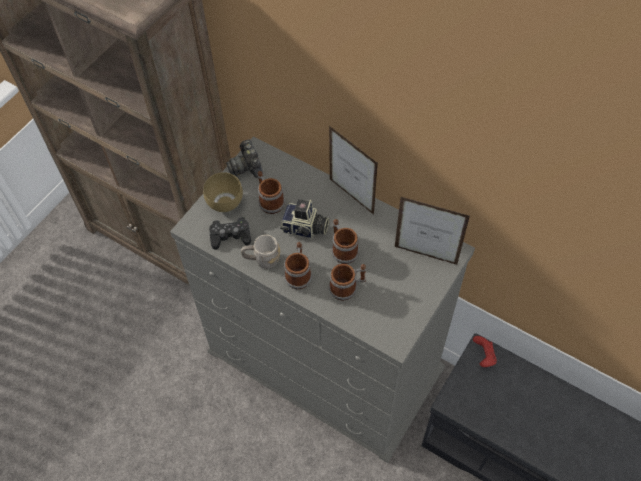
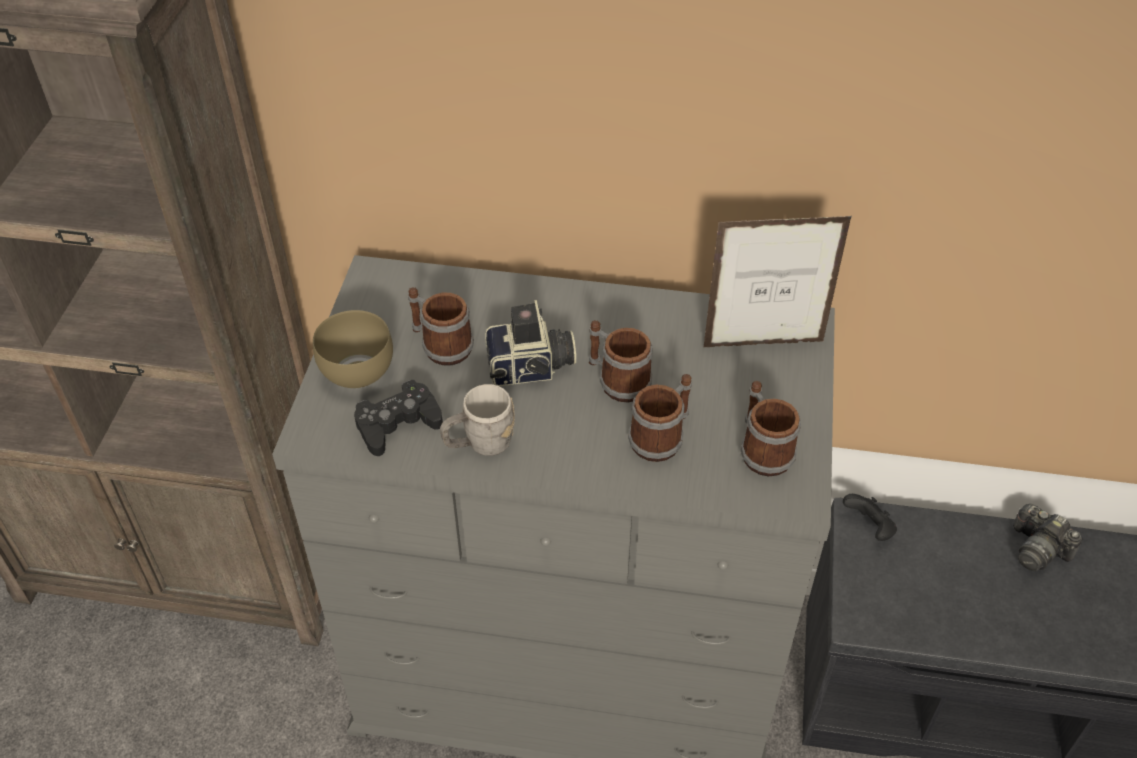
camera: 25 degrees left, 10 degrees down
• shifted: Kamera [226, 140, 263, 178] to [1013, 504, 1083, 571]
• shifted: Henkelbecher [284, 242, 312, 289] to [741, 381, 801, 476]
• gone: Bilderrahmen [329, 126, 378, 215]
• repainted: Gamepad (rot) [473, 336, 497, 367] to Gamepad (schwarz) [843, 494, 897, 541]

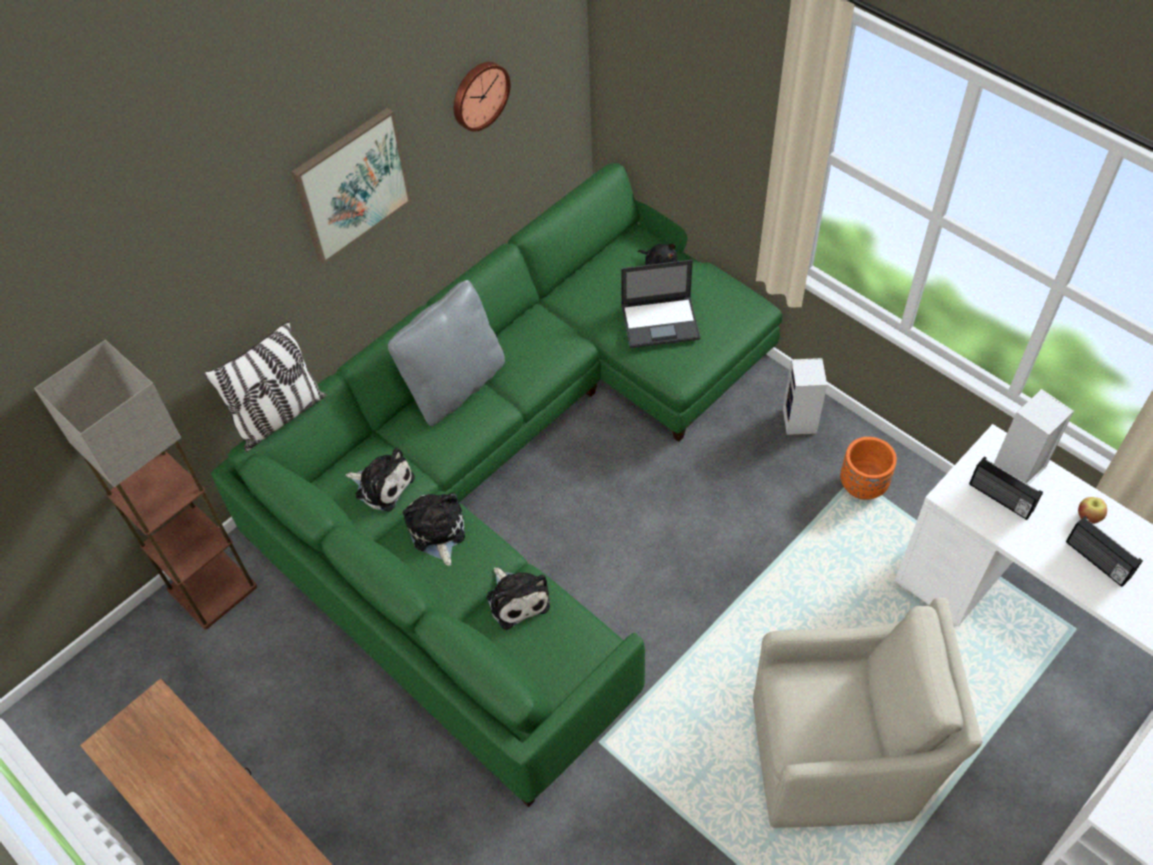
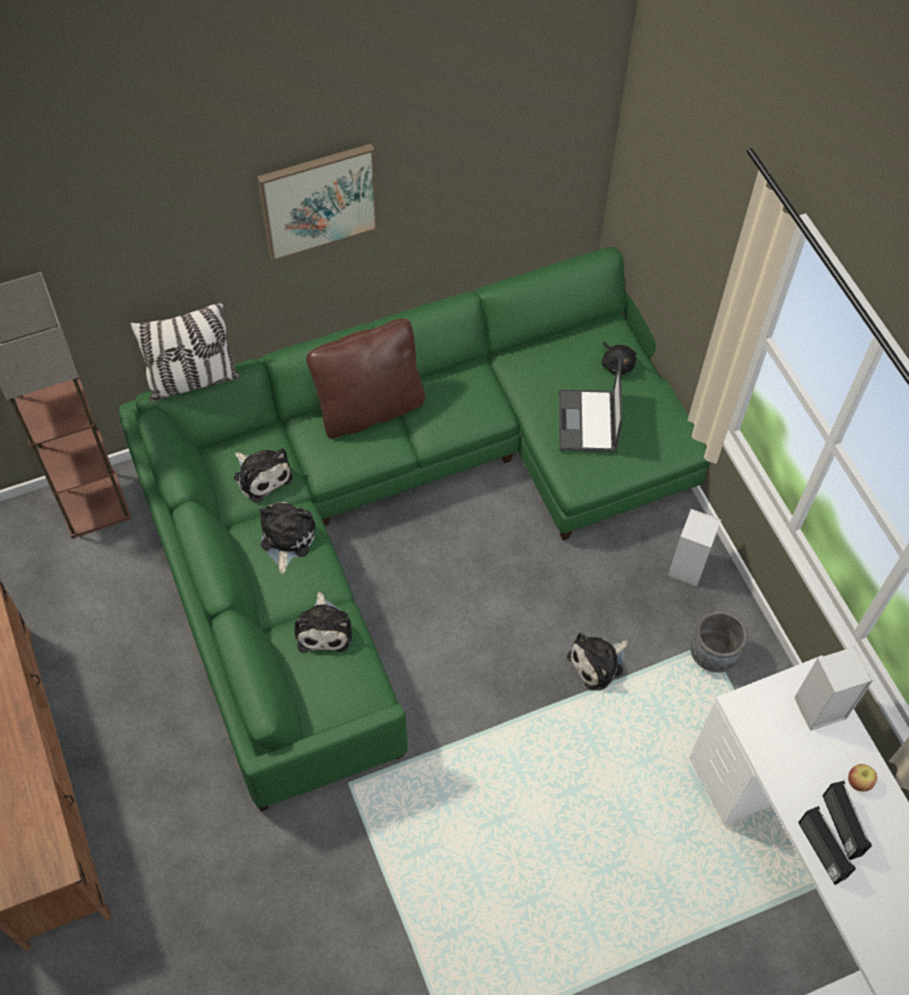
camera: 20 degrees right, 5 degrees up
• repainted: Kissen (grau) [388, 280, 505, 426] to Kissen (braun) [306, 318, 425, 439]
• gone: Wanduhr [454, 62, 510, 132]
• rotated: Laptop [621, 260, 700, 348] = [559, 359, 623, 452] 75 degrees clockwise
• gone: Sessel (beige) [753, 597, 982, 828]
• repainted: Pflanzkübel (orange) [840, 437, 897, 500] to Pflanzkübel (grau) [690, 610, 748, 673]
• shifted: Radio [969, 457, 1043, 520] to [798, 806, 856, 885]
• new: Plüschtier [567, 633, 628, 690]

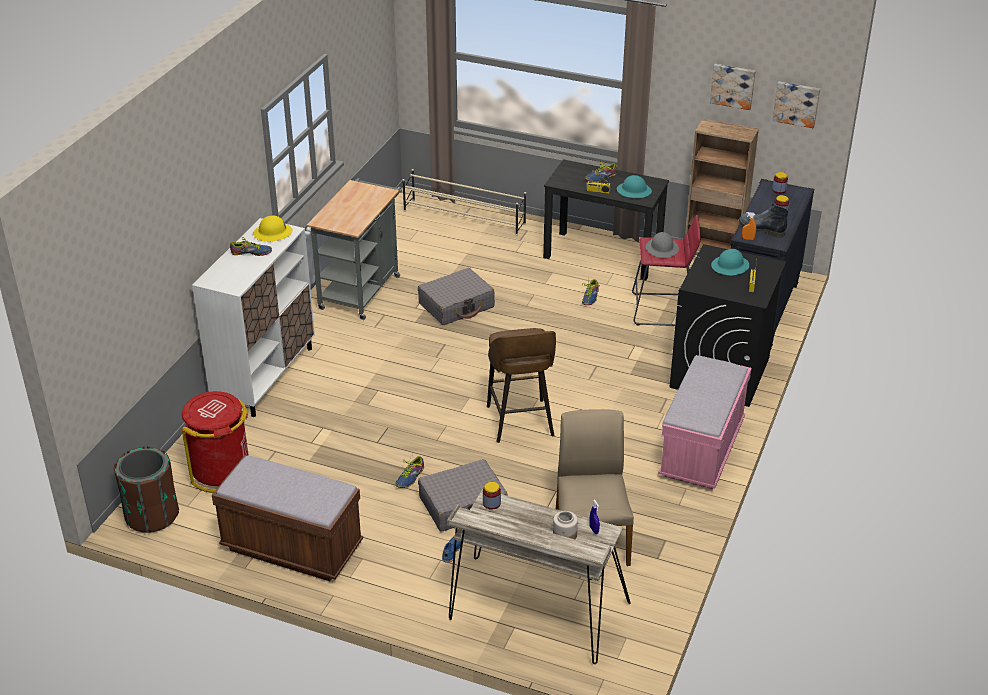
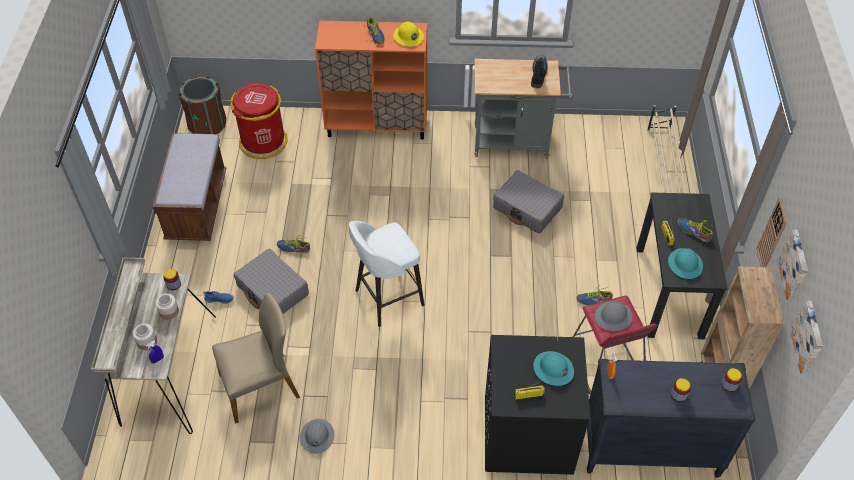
camera: 70 degrees right, 15 degrees up
• repainted: Schrank (weiß) [192, 218, 315, 417] to Schrank (orange) [315, 21, 427, 140]
• repainted: Hocker (braun) [487, 328, 556, 443] to Hocker (weiß) [349, 221, 425, 327]
• gone: Bank (rosa) [658, 355, 751, 489]
• shifted: Stiefel [739, 204, 788, 238] to [531, 55, 548, 88]
• new: Vorratsglas [155, 293, 179, 320]
• new: Schutzhelm (grau) [300, 419, 335, 454]
• new: Wanduhr [757, 198, 787, 267]

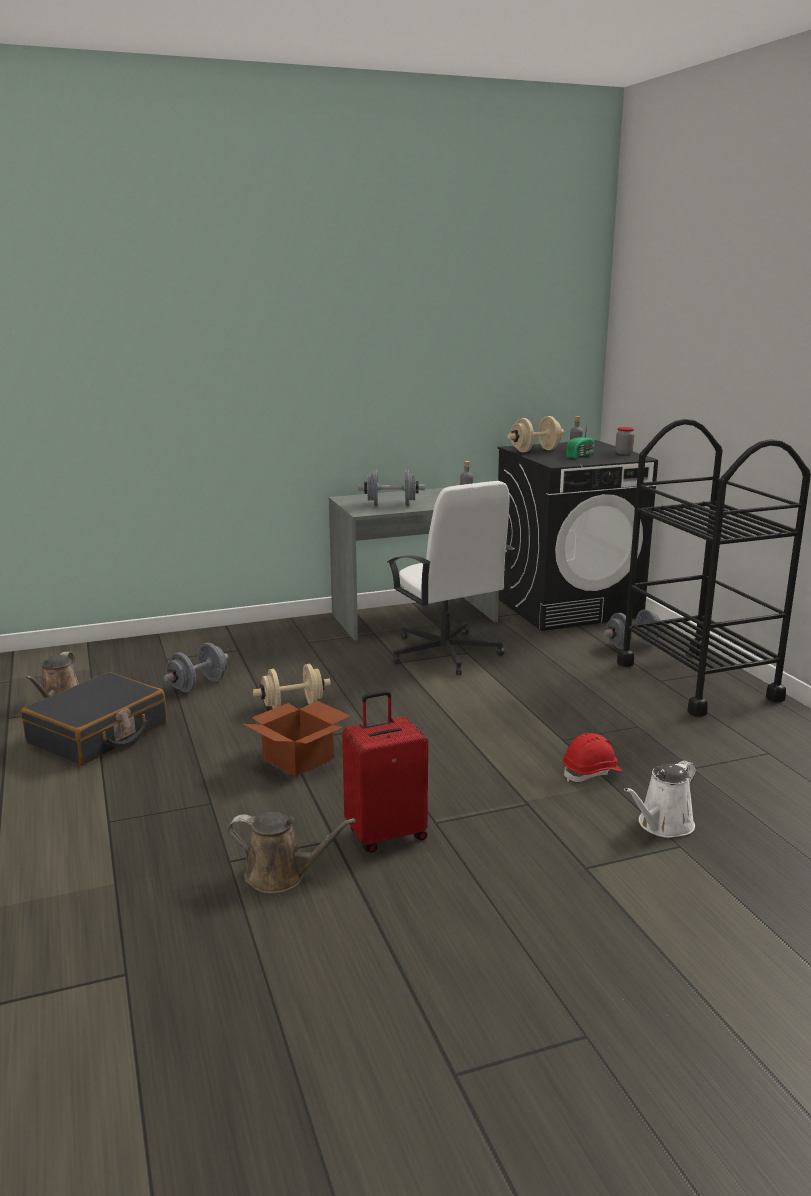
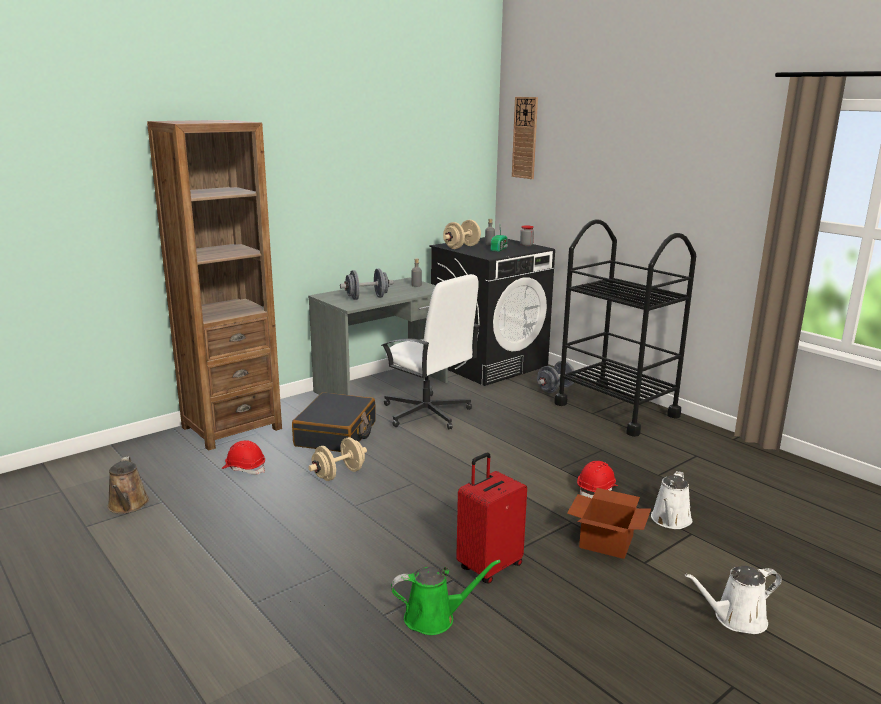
camera: 20 degrees left, 0 degrees up
• shifted: Koffer (schwarz) [21, 672, 167, 766] to [292, 392, 376, 452]
• swapped: Hantel (grau) [164, 643, 229, 692] to Schutzhelm (rot) [222, 440, 265, 475]
• repainted: Gießkanne (braun) [228, 812, 356, 894] to Gießkanne (grün) [391, 560, 500, 635]
• shifted: Karton [243, 701, 350, 777] to [567, 488, 651, 559]
• new: Bücherregal (braun) [147, 120, 282, 451]
• new: Wanduhr [512, 97, 538, 179]
• new: Gießkanne (weiß) [685, 566, 782, 634]

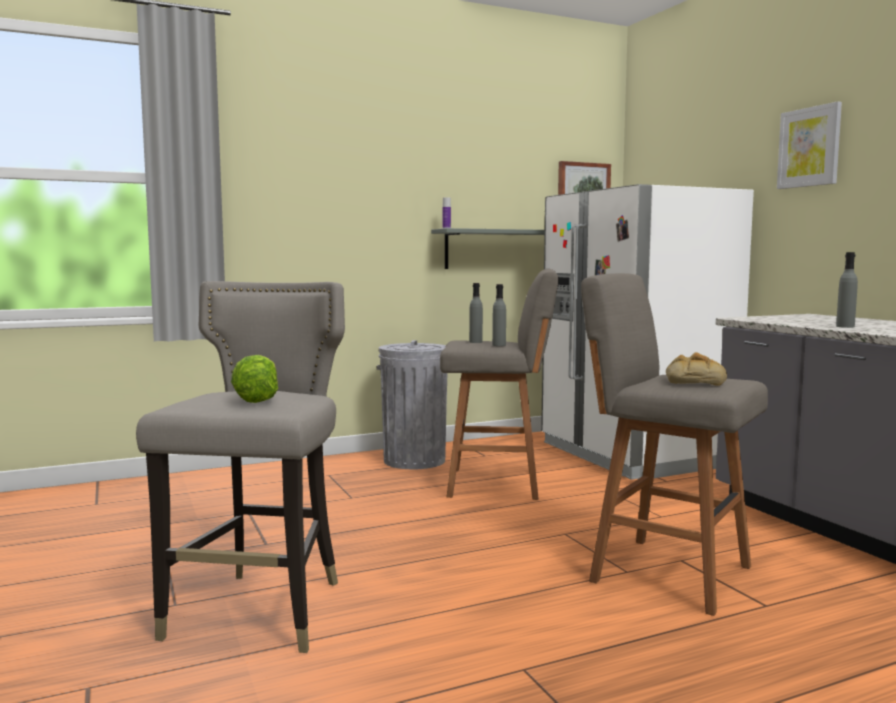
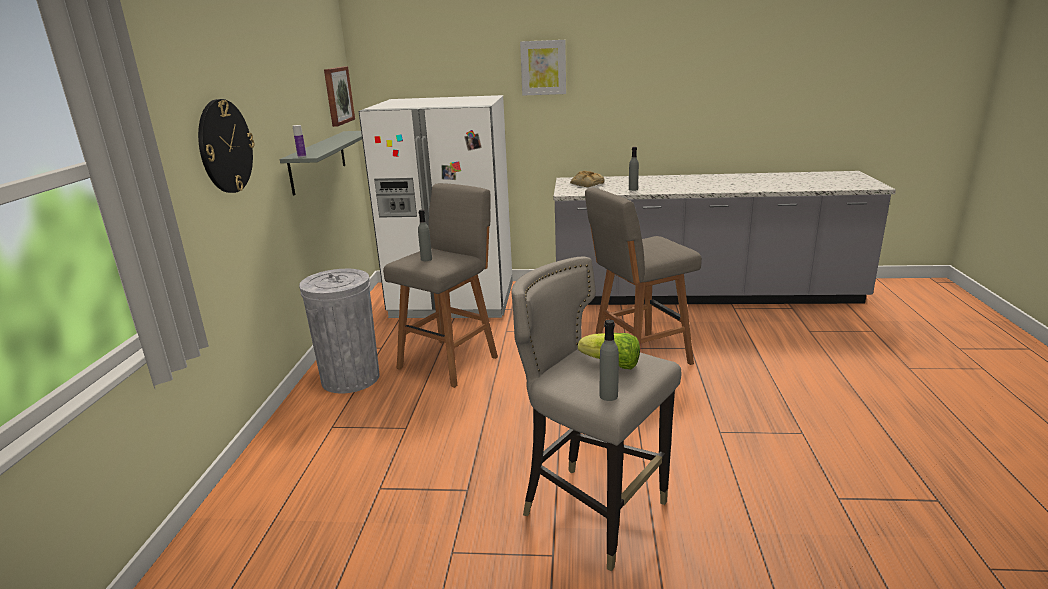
camera: 60 degrees left, 15 degrees up
• shifted: Flasche (grau) [492, 284, 506, 346] to [599, 320, 619, 401]
• shifted: Brot [666, 352, 727, 386] to [570, 171, 605, 187]
• new: Wanduhr [198, 99, 254, 193]

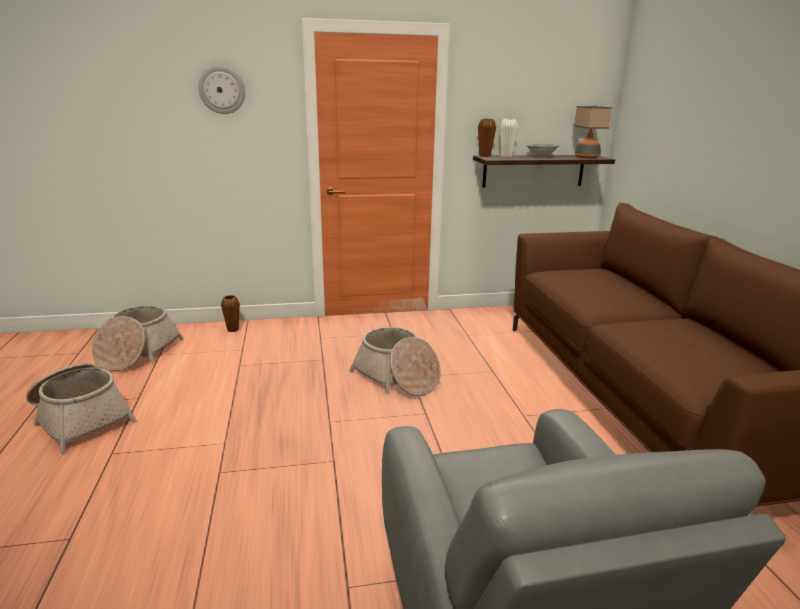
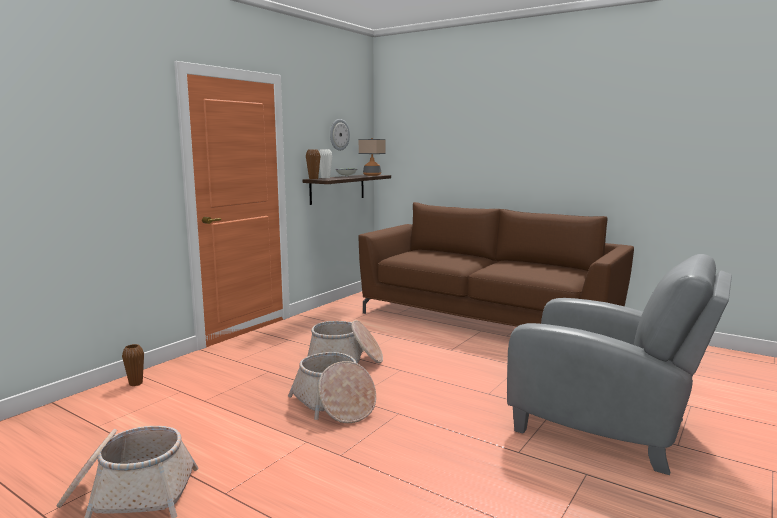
camera: 45 degrees left, 10 degrees down
• shifted: Korb [92, 306, 184, 371] to [288, 352, 376, 423]
• shifted: Wanduhr [198, 66, 245, 114] to [330, 119, 350, 151]

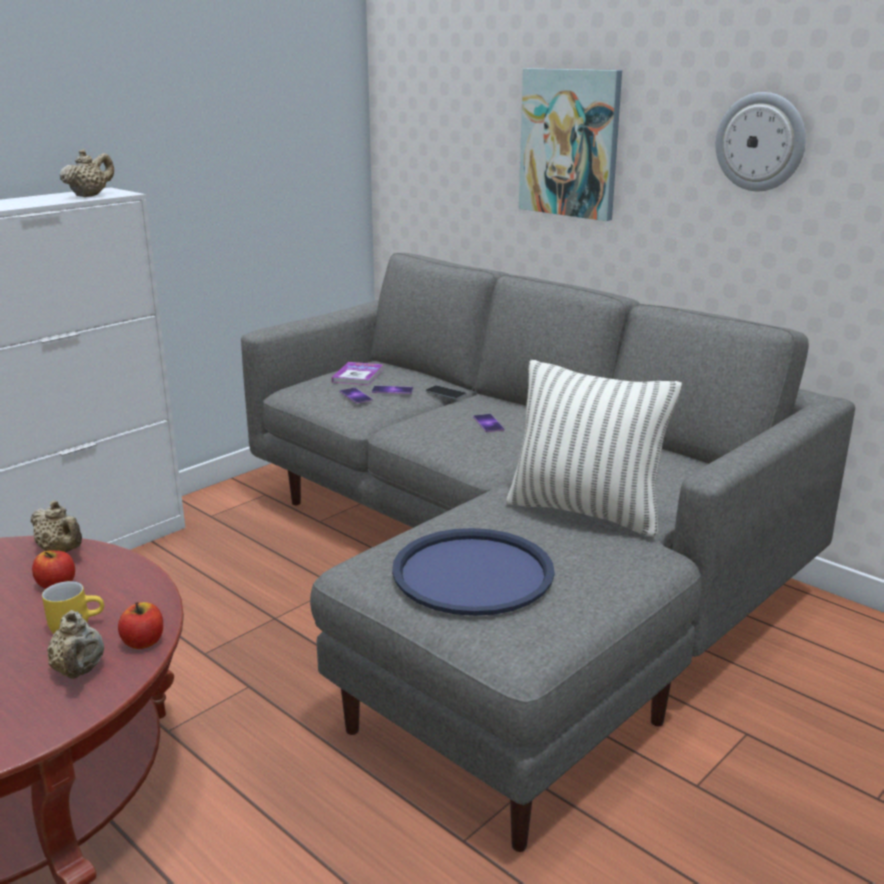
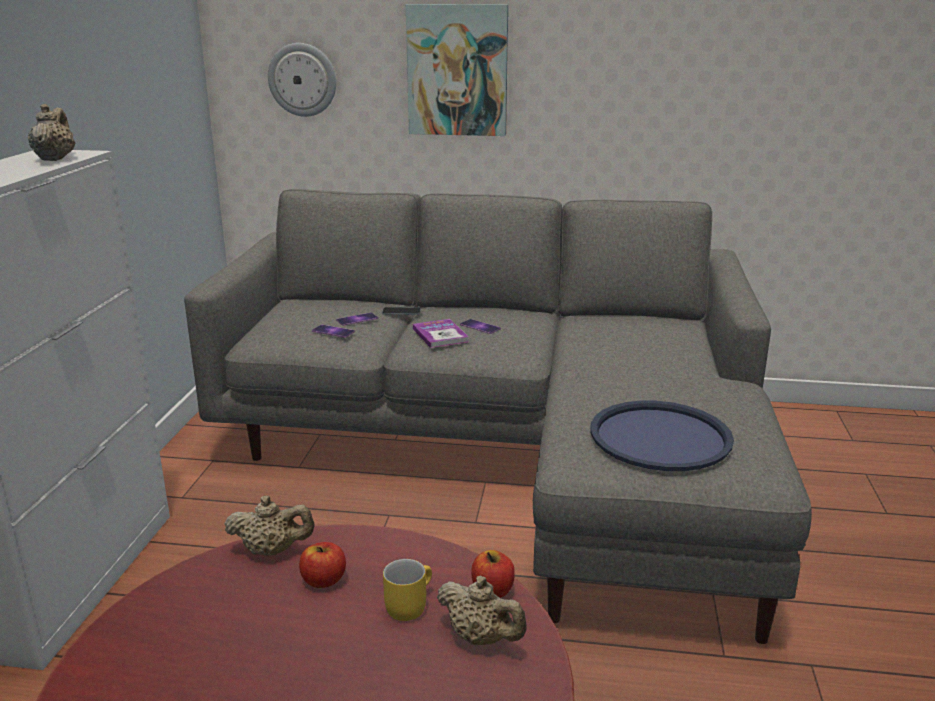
camera: 35 degrees left, 0 degrees up
• shifted: Buch [332, 362, 384, 385] to [413, 319, 469, 348]
• gone: Kissen [506, 360, 682, 537]
• shifted: Wanduhr [715, 92, 806, 191] to [268, 43, 336, 117]

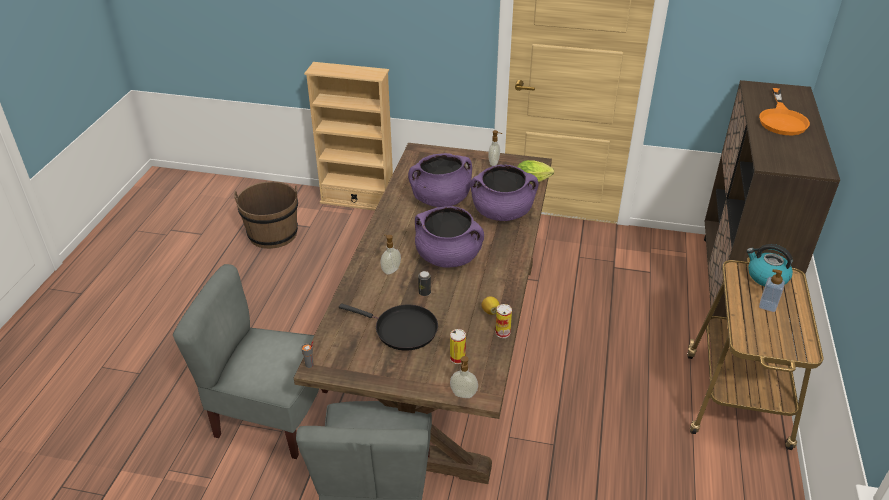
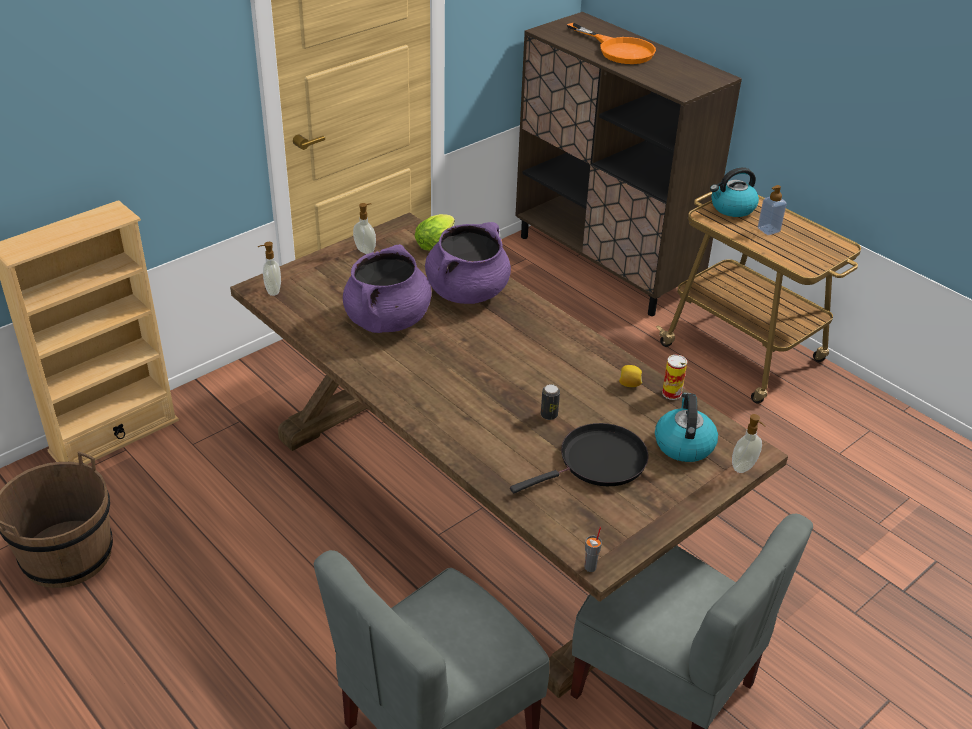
camera: 55 degrees left, 0 degrees up
• shifted: Seifenspender [381, 234, 401, 274] to [258, 242, 281, 296]
• gone: Kochtopf (lila) [415, 206, 484, 268]
• swapped: Dose [450, 329, 466, 364] to Wasserkessel [655, 393, 718, 462]

